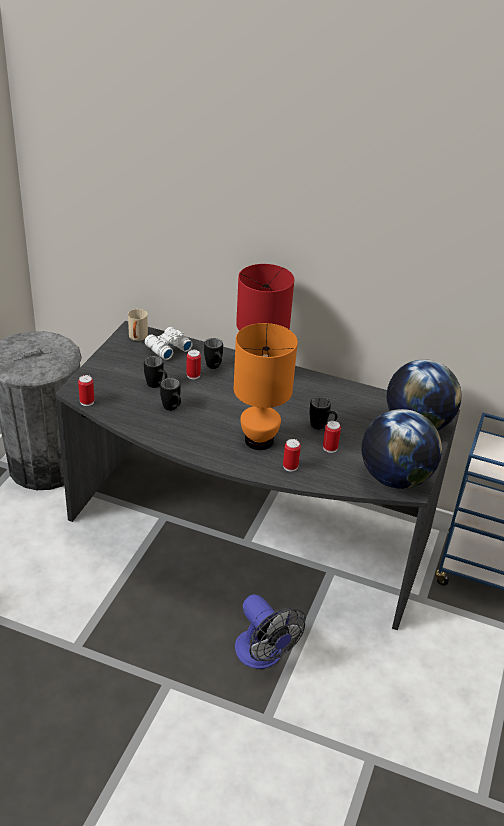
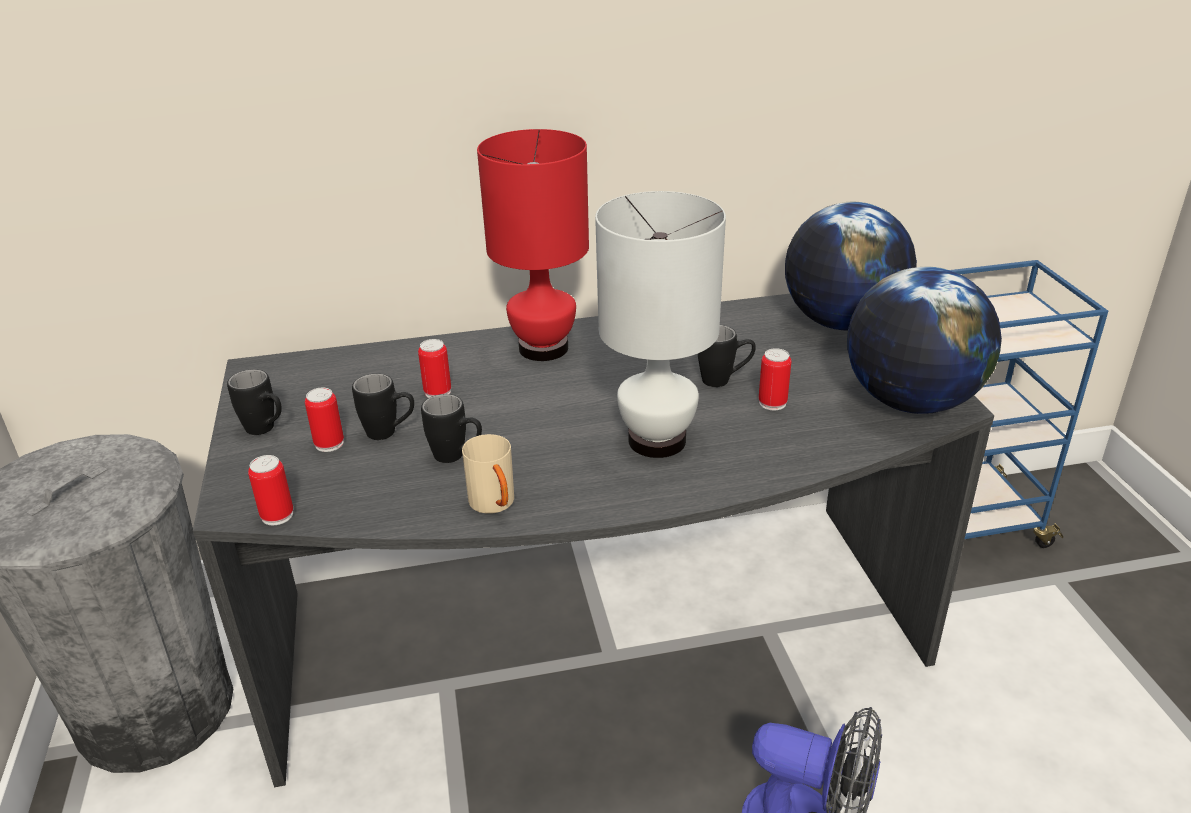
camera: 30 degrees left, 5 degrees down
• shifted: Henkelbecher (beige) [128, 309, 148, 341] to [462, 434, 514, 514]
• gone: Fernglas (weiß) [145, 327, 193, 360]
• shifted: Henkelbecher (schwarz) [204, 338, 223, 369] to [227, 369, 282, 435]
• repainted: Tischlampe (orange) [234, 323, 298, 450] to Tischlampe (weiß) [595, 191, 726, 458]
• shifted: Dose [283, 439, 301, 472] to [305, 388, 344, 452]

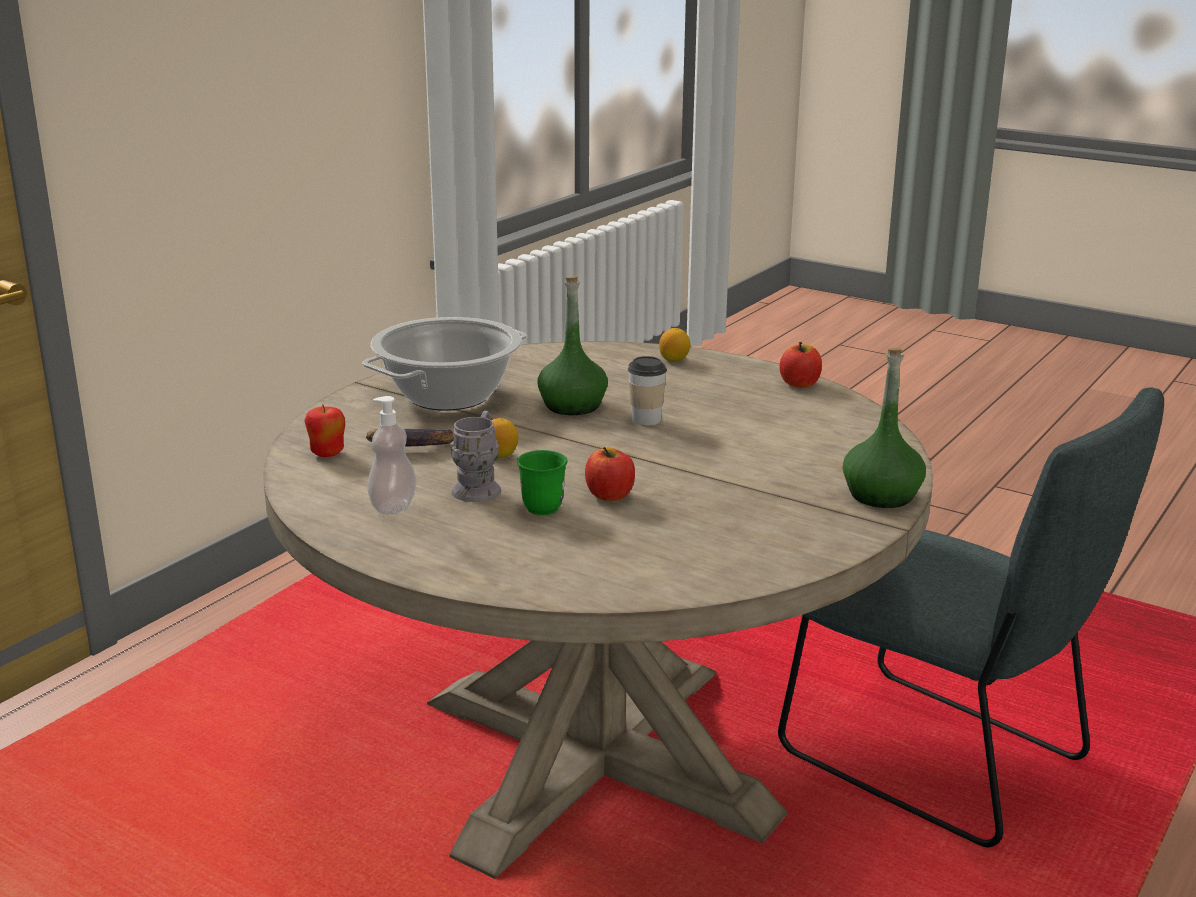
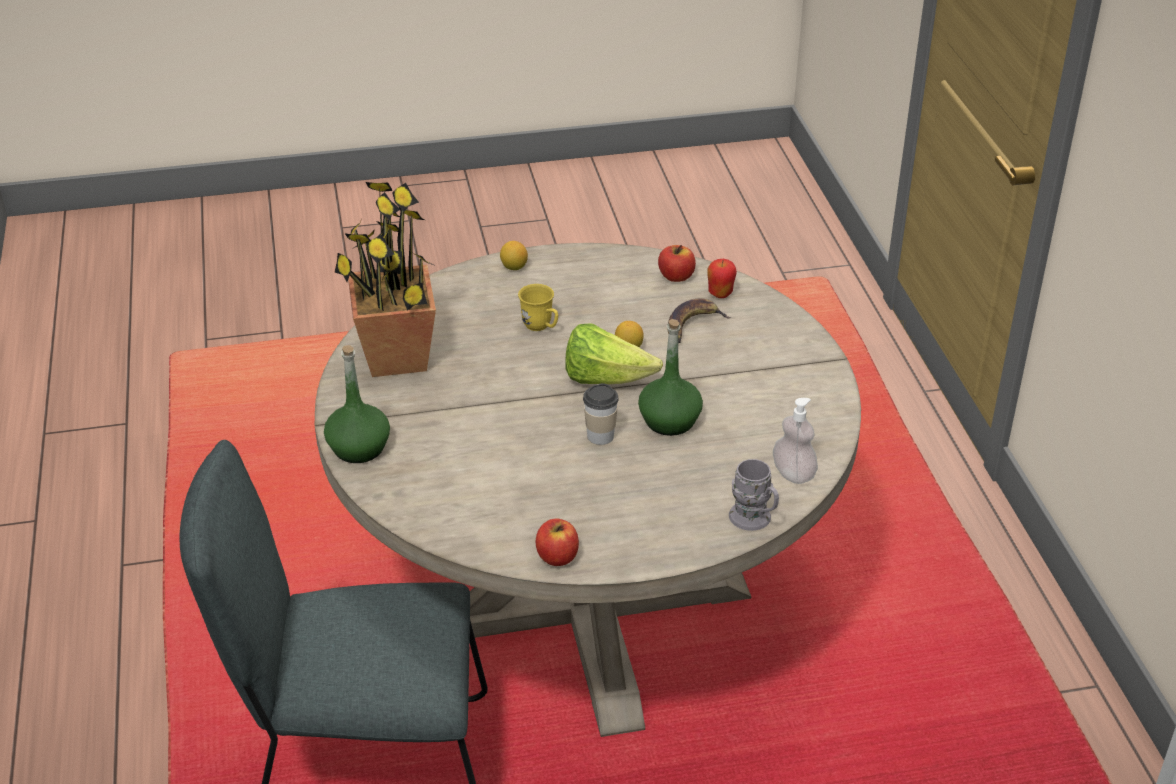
camera: 135 degrees right, 15 degrees up
• gone: Kochtopf [362, 317, 527, 411]
• shifted: Seifenspender [367, 396, 416, 515] to [773, 398, 818, 484]
• shifted: Henkelbecher (grau) [450, 411, 501, 502] to [729, 459, 779, 531]
• repainted: Henkelbecher (grün) [517, 450, 568, 515] to Henkelbecher (gelb) [518, 284, 558, 331]
• shifted: Apfel [585, 447, 635, 501] to [658, 245, 696, 282]
• shifted: Zitrone [659, 328, 690, 361] to [500, 241, 528, 270]
• new: Topfpflanze [335, 182, 436, 377]
• new: Salatkopf [565, 324, 663, 384]

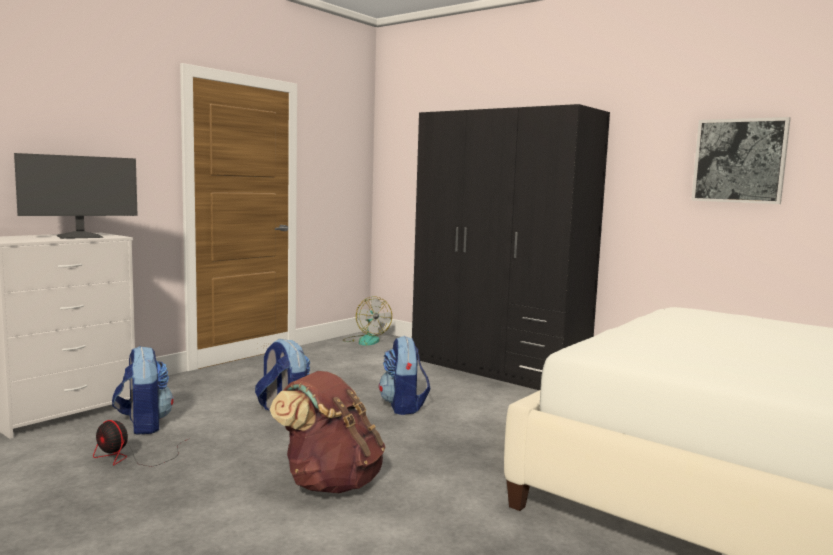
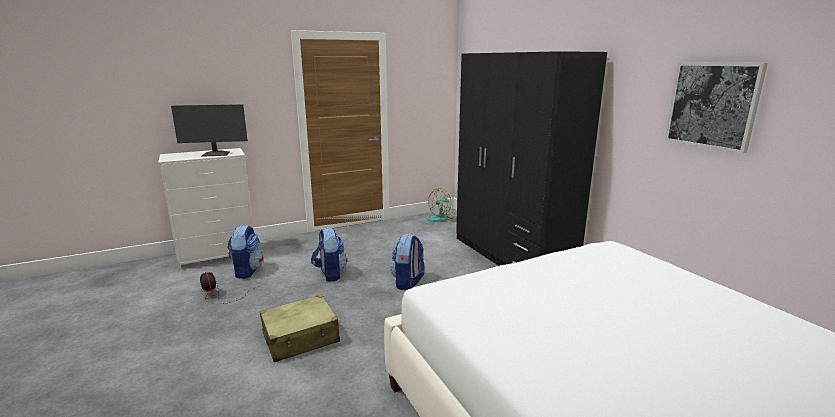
camera: 25 degrees right, 10 degrees up
• swapped: Rucksack (braun) [270, 371, 386, 493] to Koffer (beige) [260, 294, 340, 363]
• rotated: Ventilator [343, 297, 392, 346] = [427, 188, 454, 222] 45 degrees clockwise

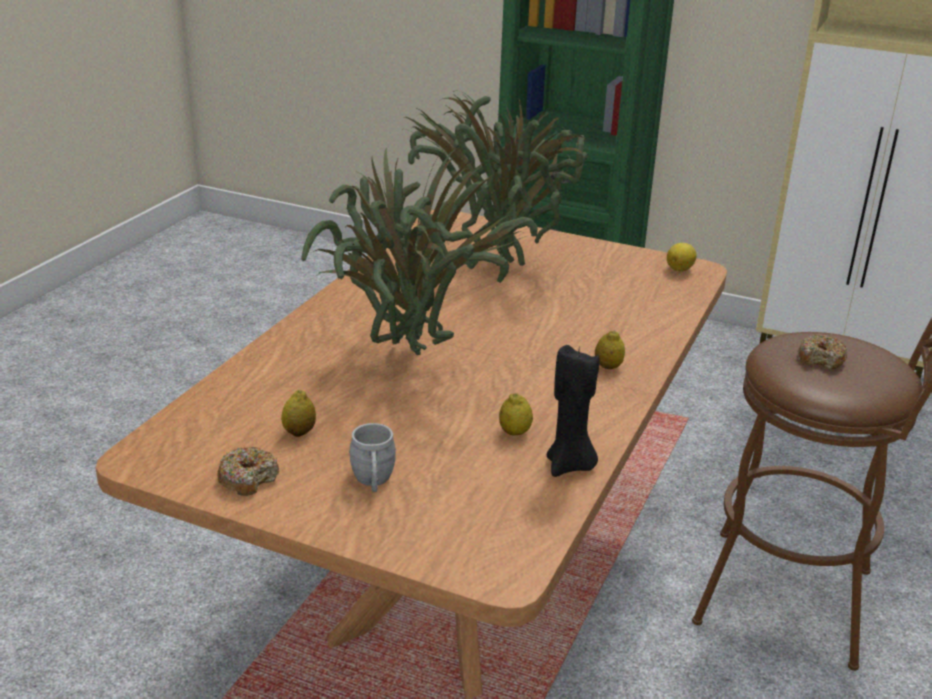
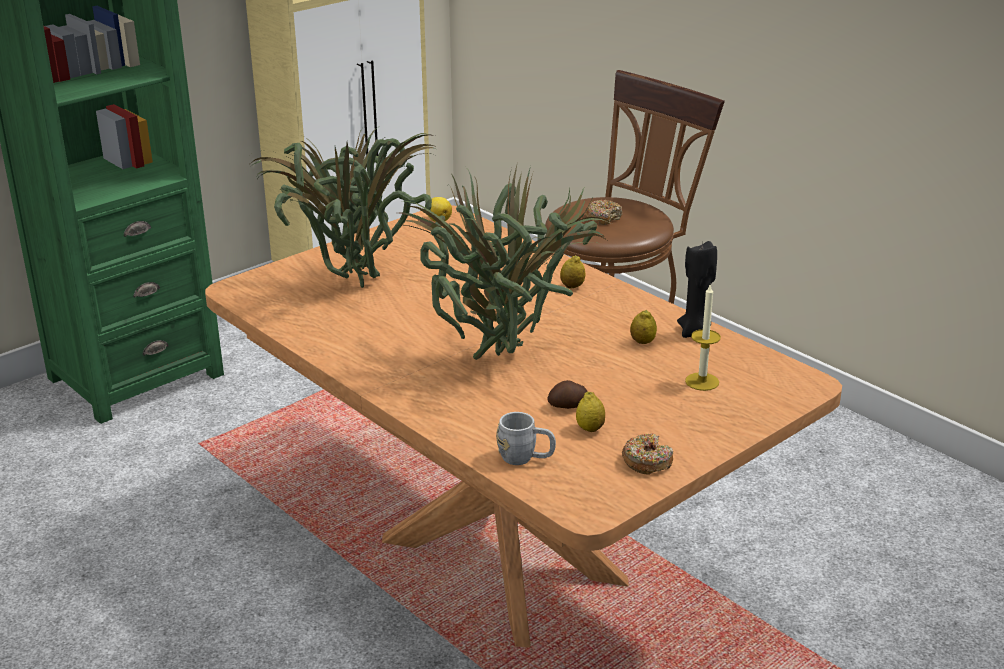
camera: 65 degrees left, 0 degrees up
• shifted: Henkelbecher (grau) [349, 423, 396, 492] to [496, 412, 556, 465]
• new: Kartoffel [547, 380, 588, 409]
• new: Kerze [685, 285, 721, 391]

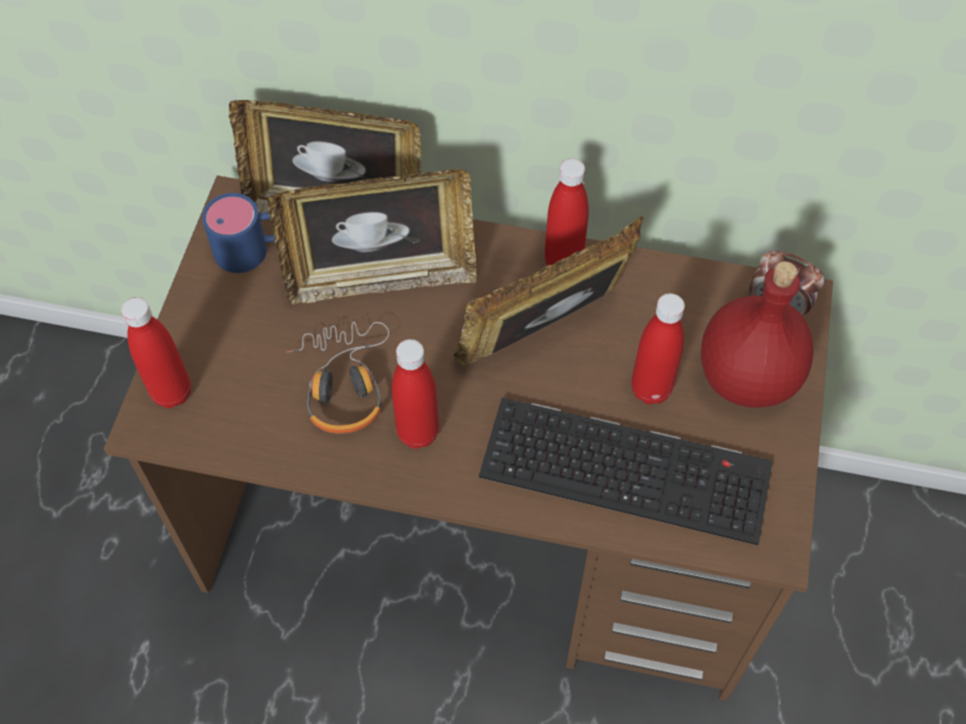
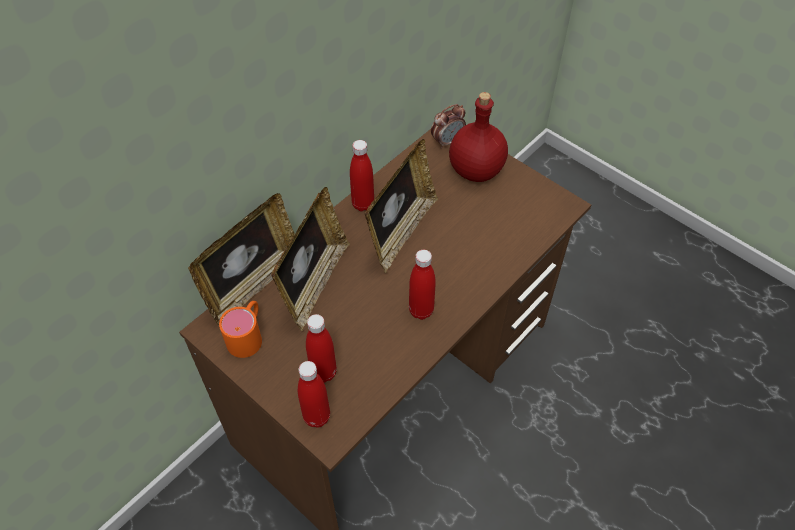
camera: 60 degrees left, 5 degrees down
• repainted: Henkelbecher (blau) [202, 193, 275, 273] to Henkelbecher (orange) [219, 301, 262, 358]
• gone: Kopfhörer [286, 322, 389, 434]
• rotated: Bilderrahmen [452, 216, 645, 365] = [364, 139, 438, 273] 150 degrees counterclockwise
• gone: Tastatur [479, 398, 773, 545]
• shifted: Flasche (rot) [631, 293, 685, 404] to [306, 314, 337, 383]

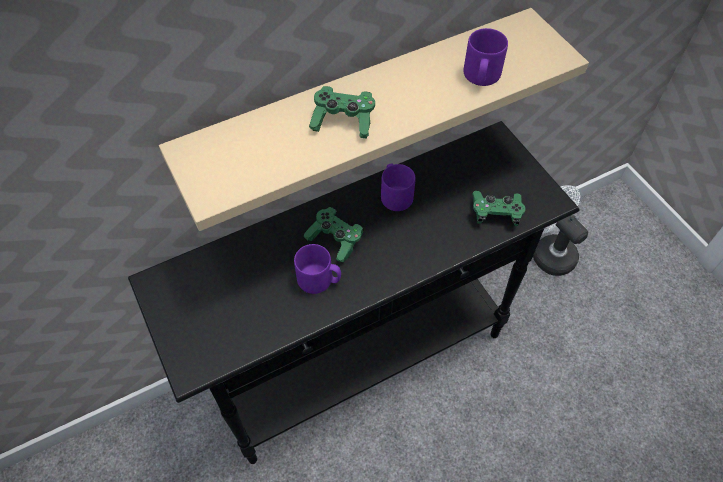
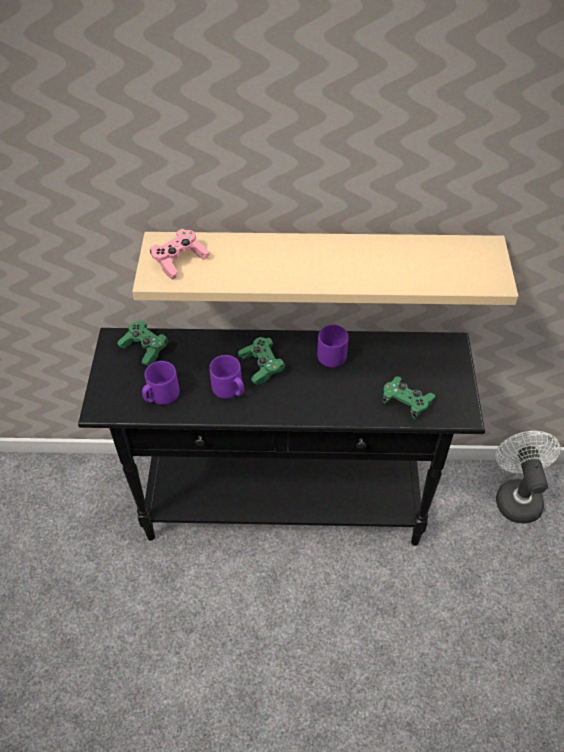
camera: 30 degrees right, 5 degrees down
• shifted: Gamepad (grün) [309, 86, 375, 139] to [117, 320, 168, 366]
• shifted: Henkelbecher (lila) [464, 28, 508, 86] to [142, 361, 179, 405]
• new: Gamepad (rosa) [150, 229, 210, 280]

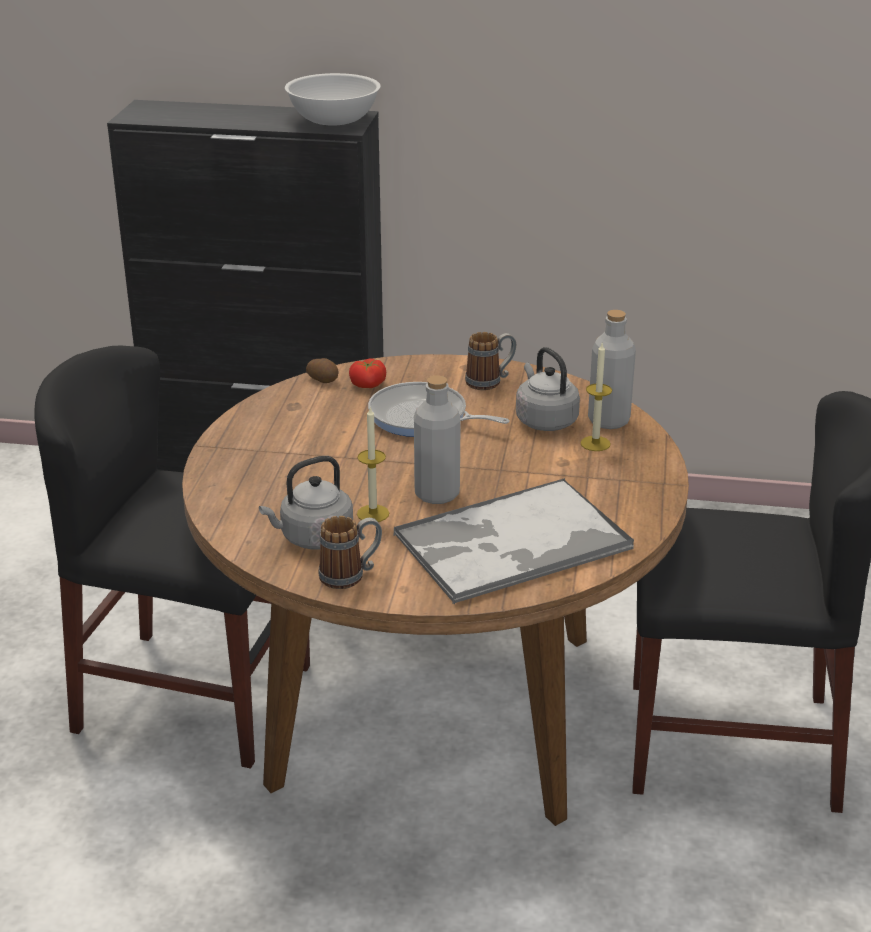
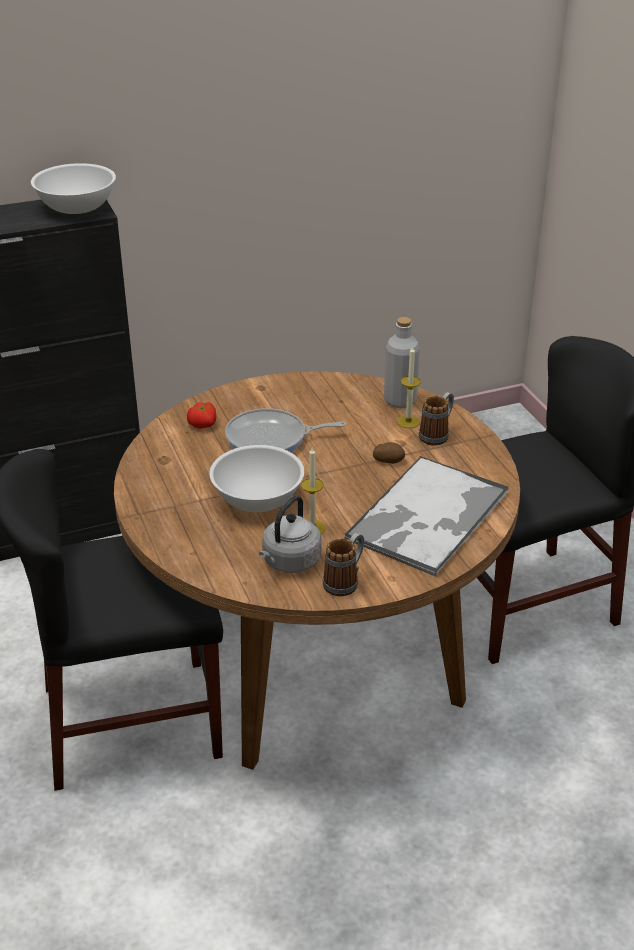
camera: 30 degrees left, 5 degrees up
• shifted: Kartoffel [306, 358, 339, 383] to [373, 442, 405, 464]
• gone: Flasche (grau) [414, 376, 461, 504]
• shifted: Henkelbecher [465, 332, 516, 390] to [419, 392, 454, 446]
• gone: Wasserkessel (grau) [516, 347, 580, 431]
• new: Schüssel (weiß) [210, 445, 304, 512]

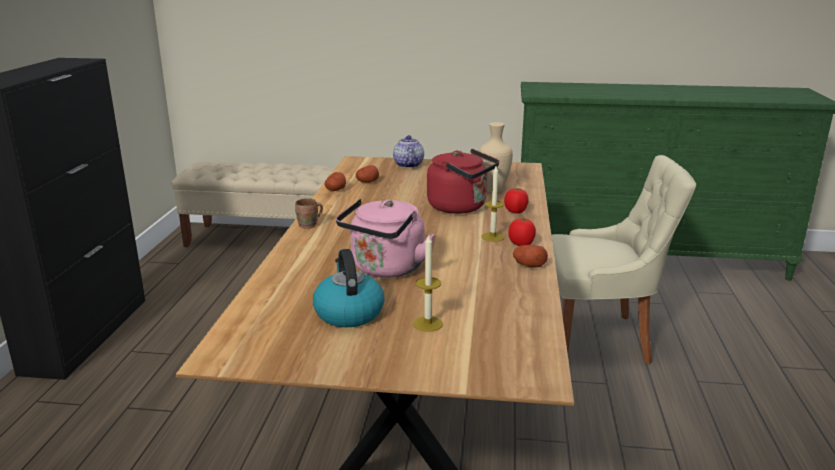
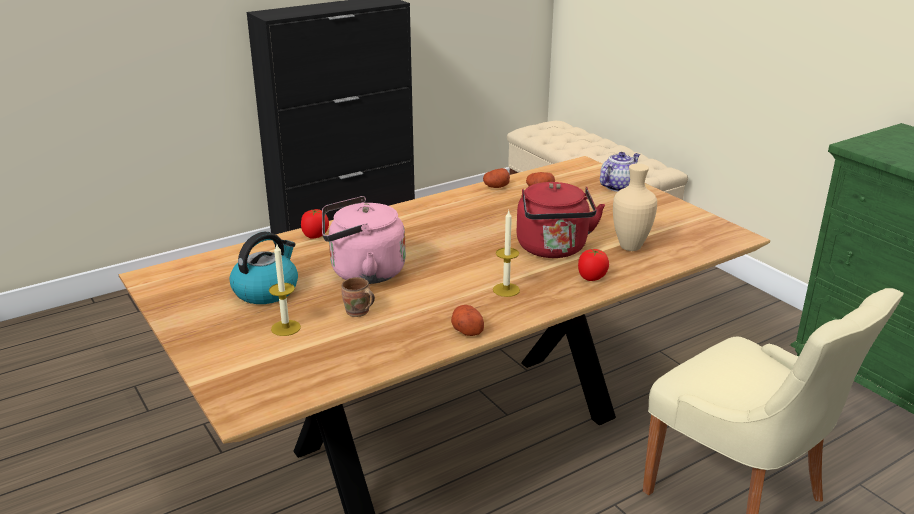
camera: 50 degrees right, 5 degrees up
• shifted: Henkelbecher (braun) [295, 198, 323, 229] to [341, 277, 375, 317]
• shifted: Tomate [508, 218, 536, 246] to [301, 209, 329, 239]

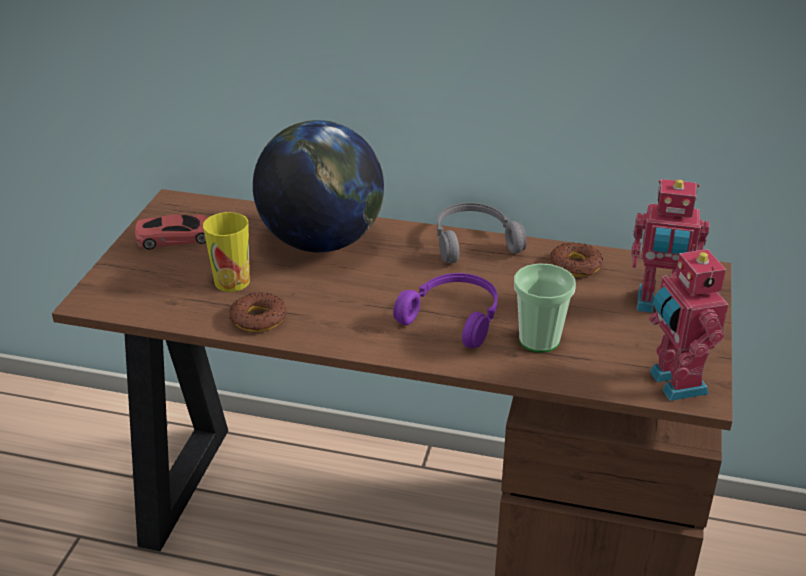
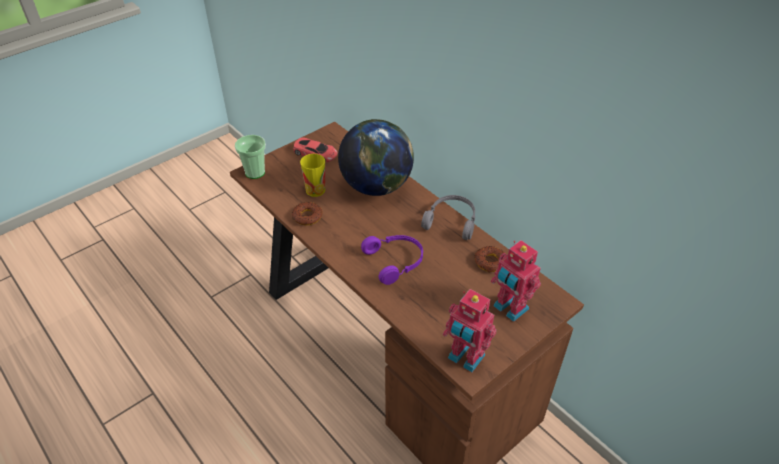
camera: 35 degrees right, 10 degrees up
• shifted: Tasse [514, 263, 576, 353] to [235, 135, 266, 179]
• rotated: Spielzeugroboter [649, 244, 729, 401] = [443, 289, 497, 372] 75 degrees counterclockwise

